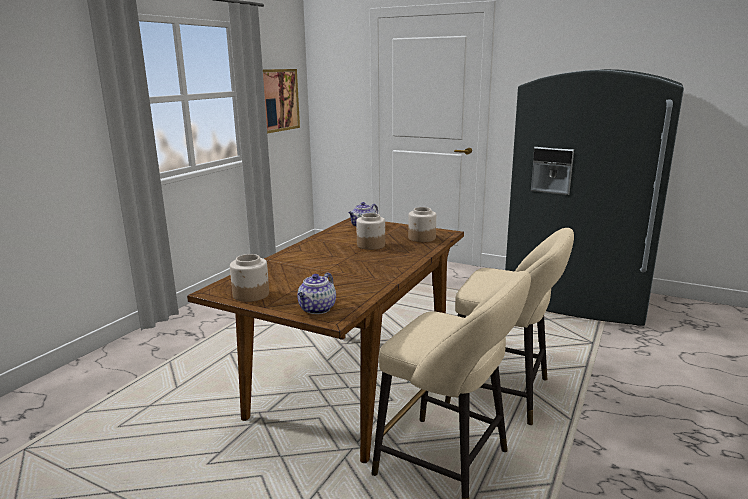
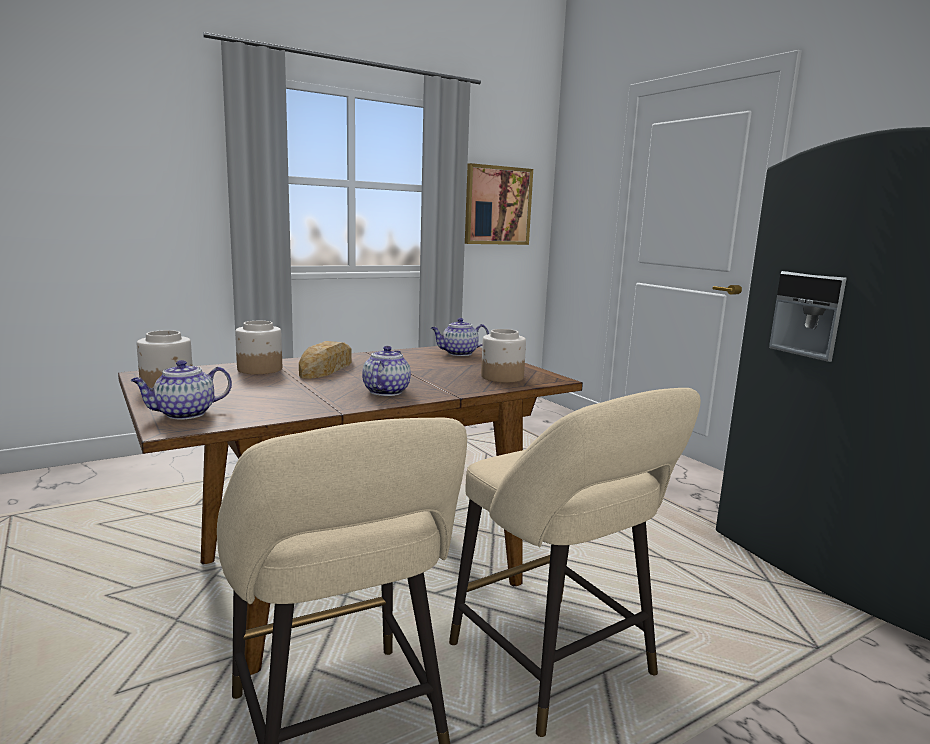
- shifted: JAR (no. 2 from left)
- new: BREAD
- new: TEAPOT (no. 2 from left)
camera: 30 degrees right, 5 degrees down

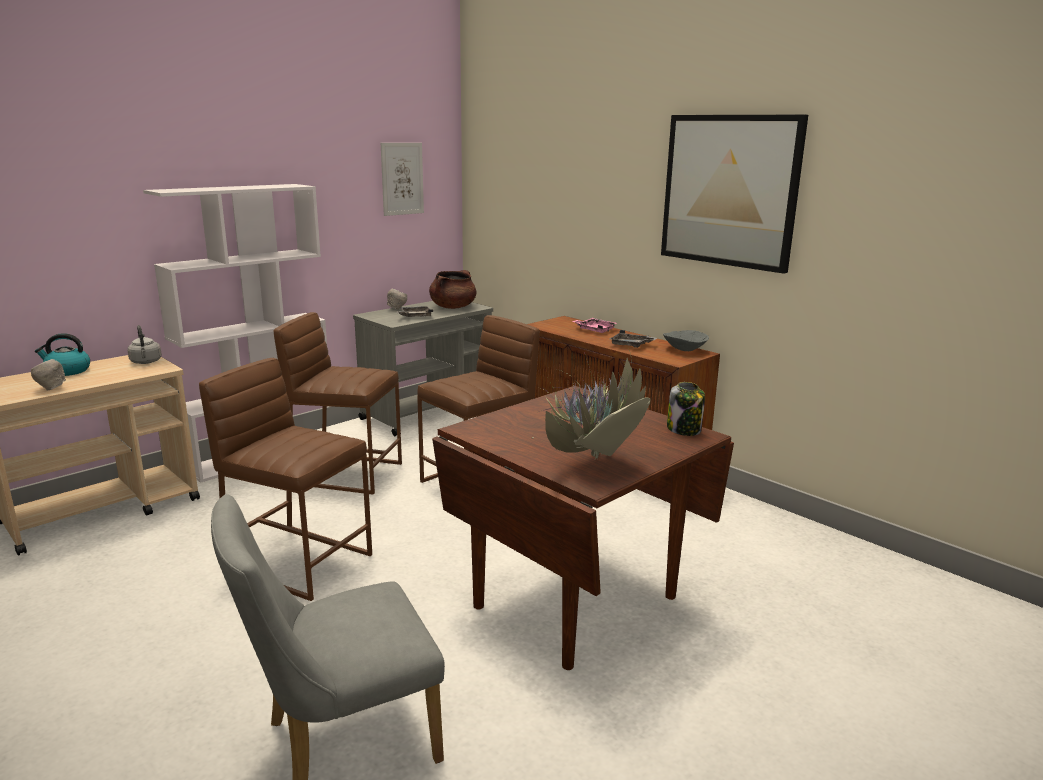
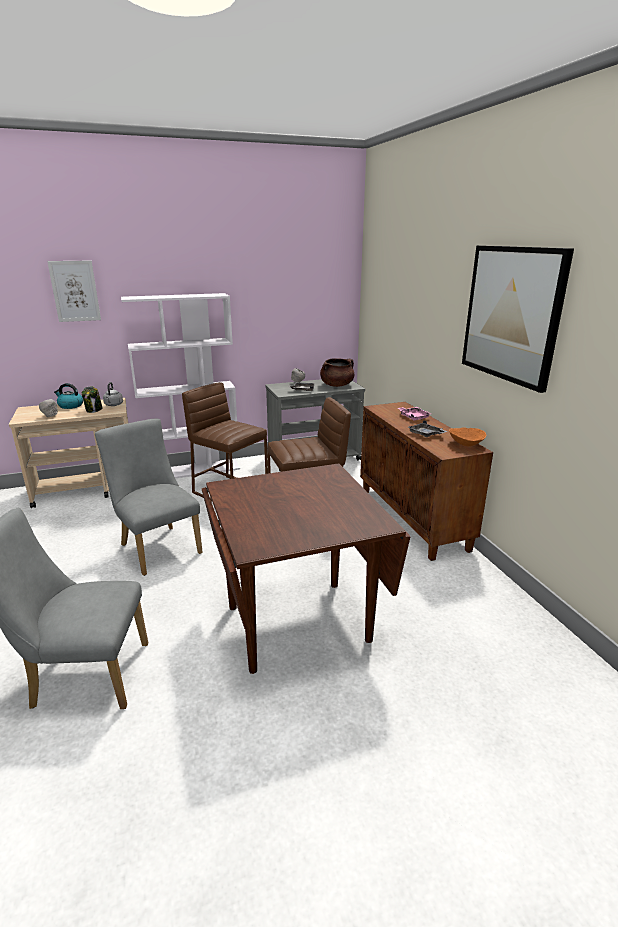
- shifted: PICTURE (no. 1 from left)
- shifted: JAR
- swapped: BROWN STOOL (no. 1 from left) to GREY CHAIR (no. 2 from left)
- repainted: GREY BOWL (no. 3 from left) to ORANGE BOWL
- gone: POTTED PLANT
camera: 25 degrees right, 5 degrees up

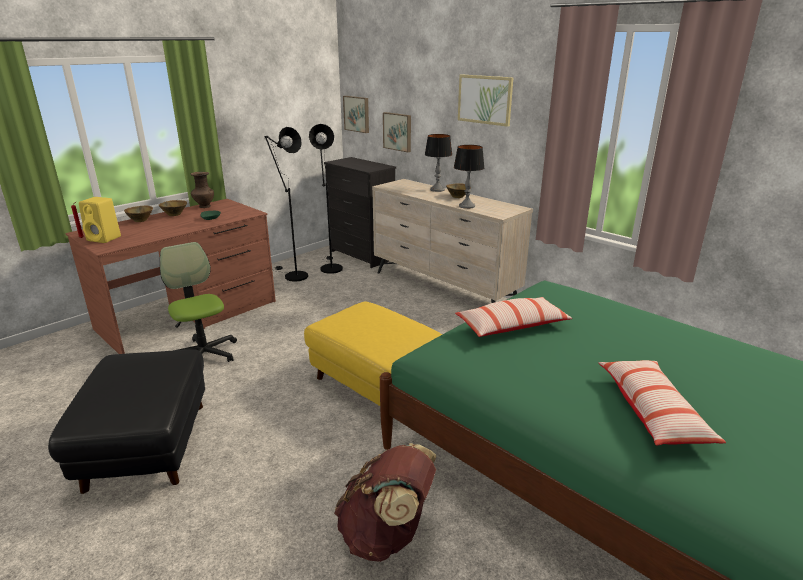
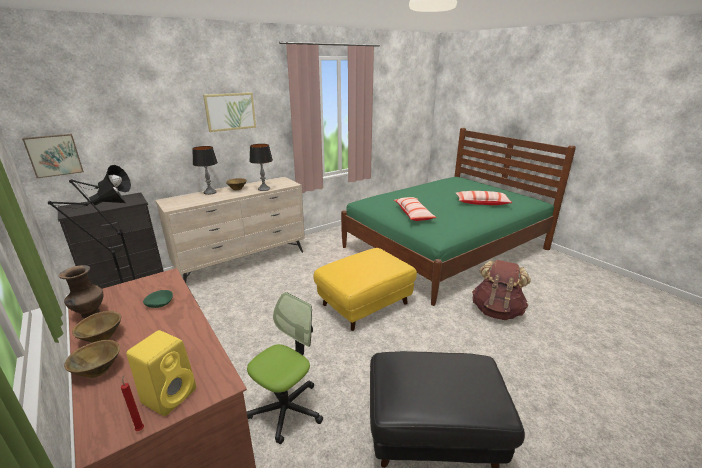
- rotated: OFFICE CHAIR 150 degrees clockwise
- gone: PICTURE (no. 2 from left)
camera: 80 degrees left, 0 degrees up

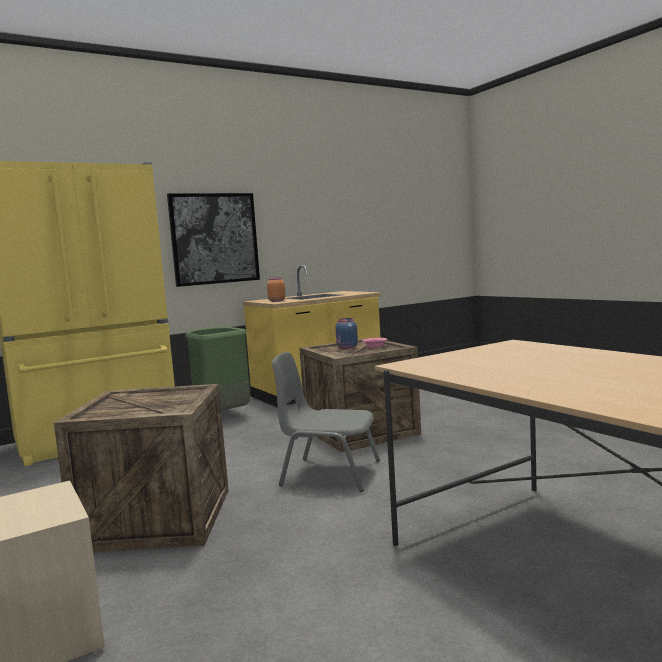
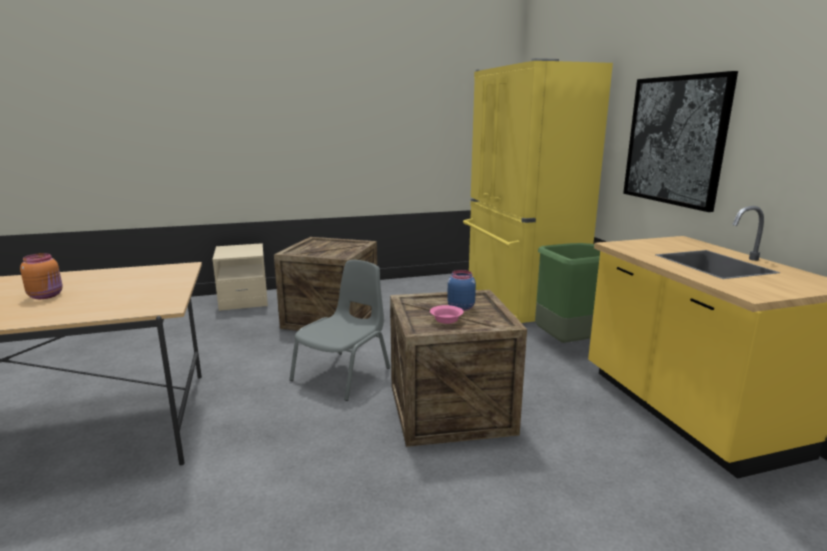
- shifted: ORANGE JAR
camera: 105 degrees right, 10 degrees up

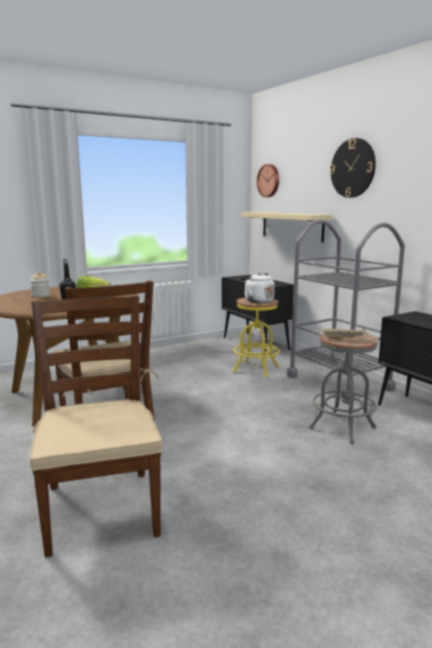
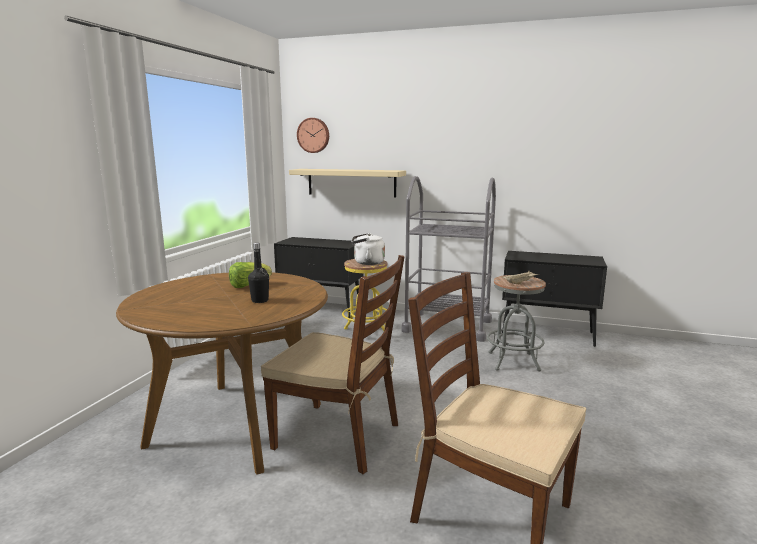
- gone: JAR
- gone: WALL CLOCK (no. 2 from left)
camera: 40 degrees left, 0 degrees up

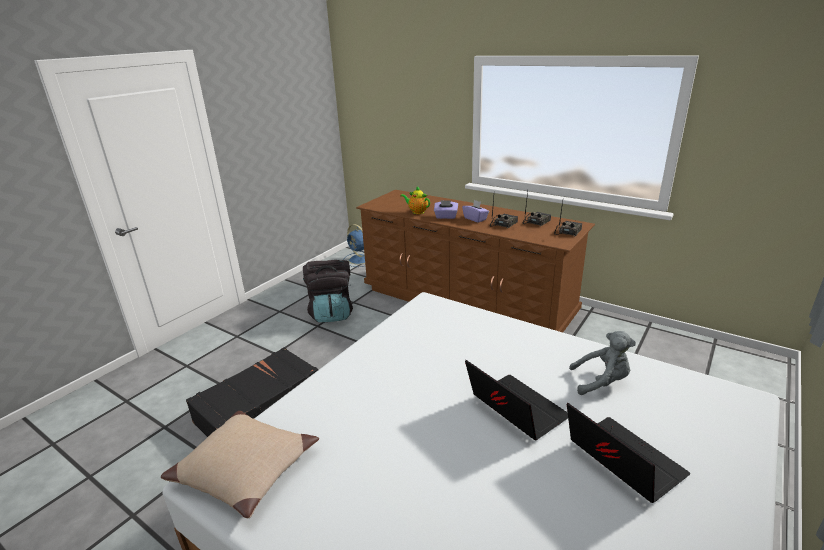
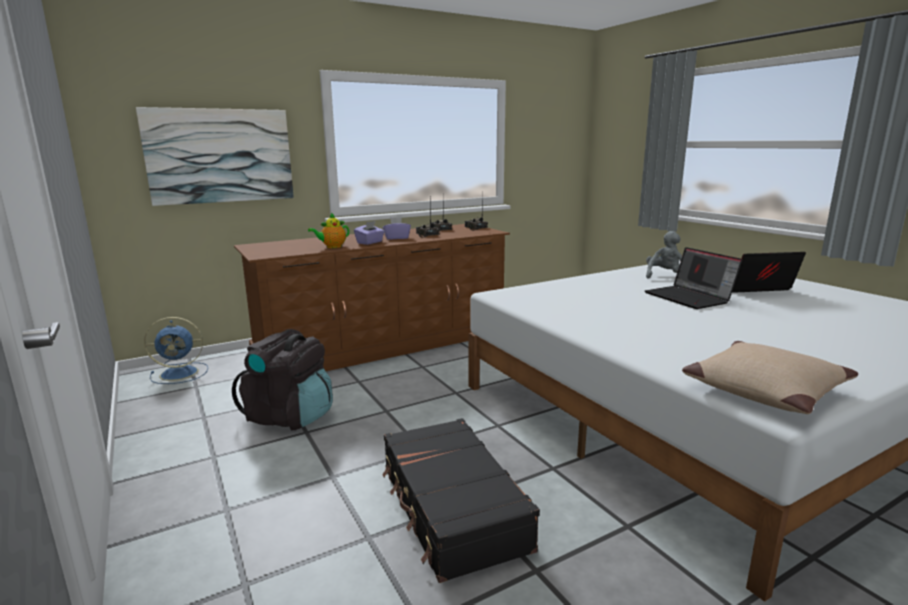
- new: PICTURE
- rotated: LAPTOP (no. 1 from left) 105 degrees counterclockwise
camera: 65 degrees left, 10 degrees down

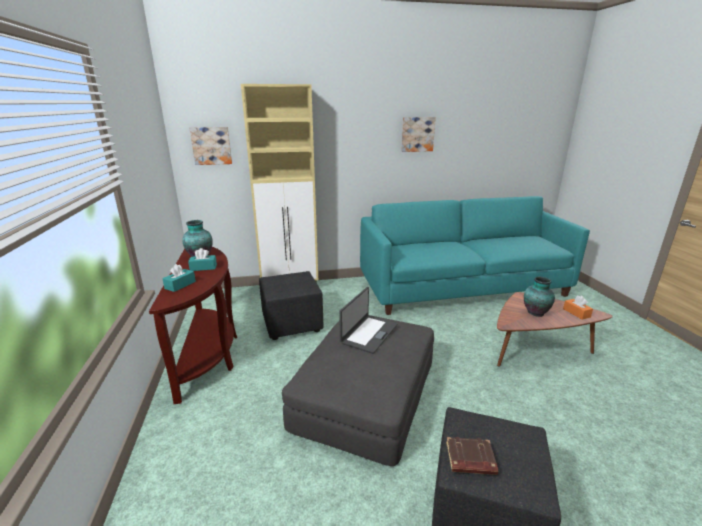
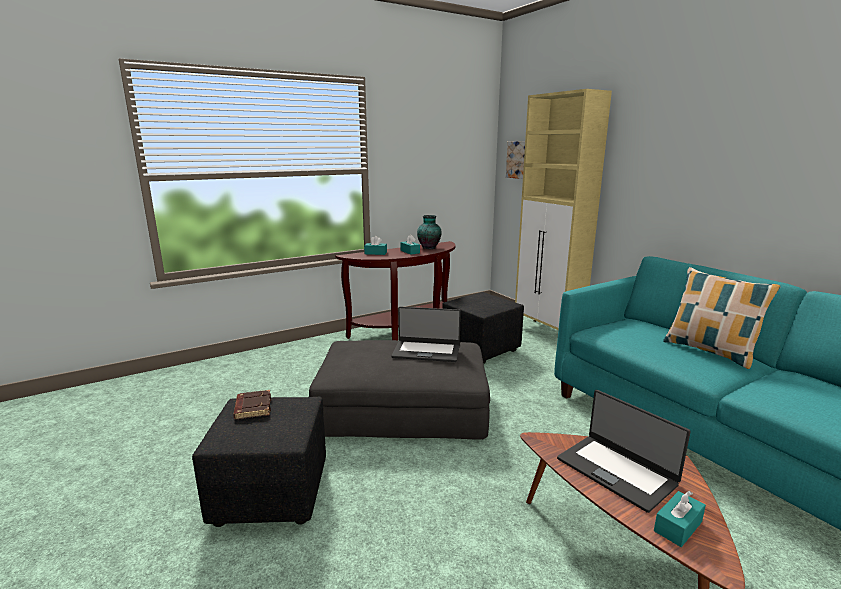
- swapped: VASE (no. 2 from left) to LAPTOP (no. 2 from left)
- repainted: ORANGE TISSUE BOX to TURQUOISE TISSUE BOX (no. 3 from left)
- new: PILLOW
- gone: PICTURE (no. 2 from left)
camera: 70 degrees right, 5 degrees down

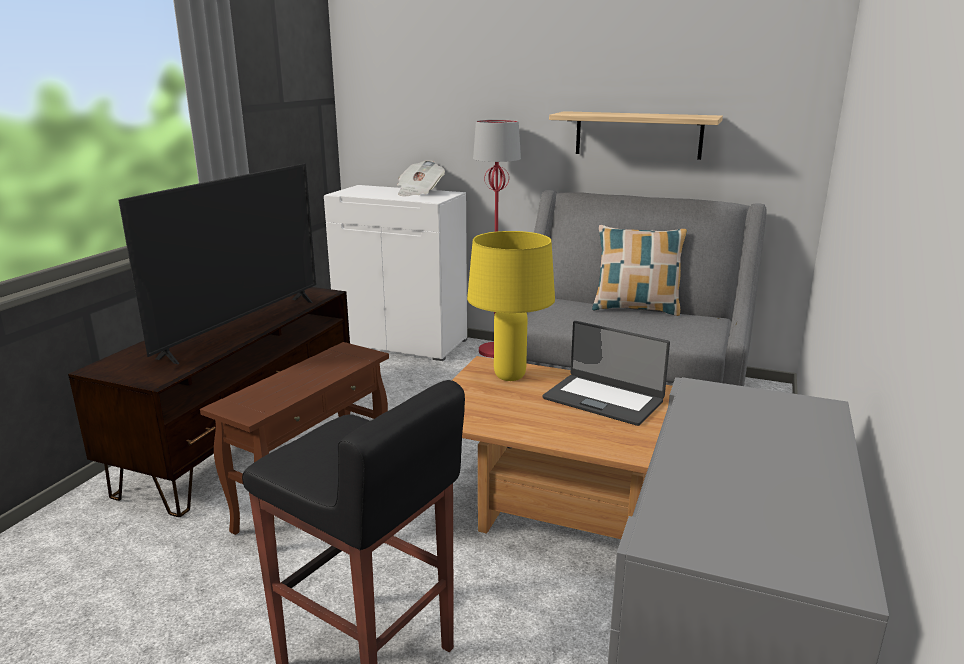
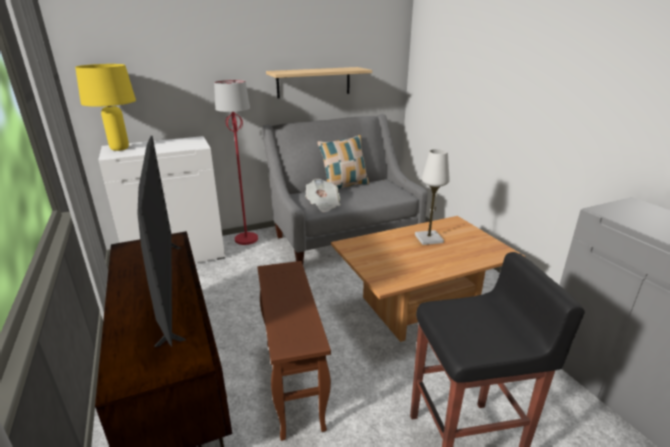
- shifted: YELLOW TABLE LAMP
- shifted: NEWSPAPER
- swapped: LAPTOP to WHITE TABLE LAMP
camera: 45 degrees left, 5 degrees up

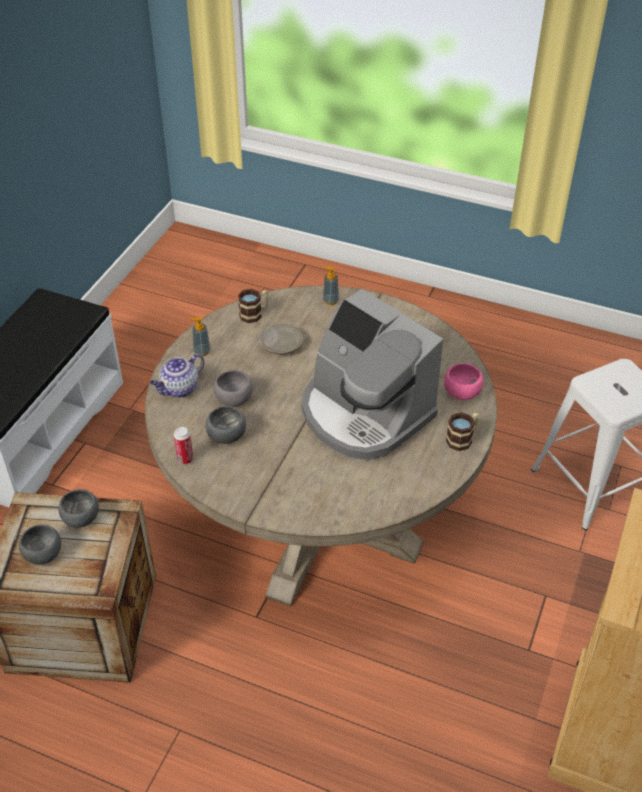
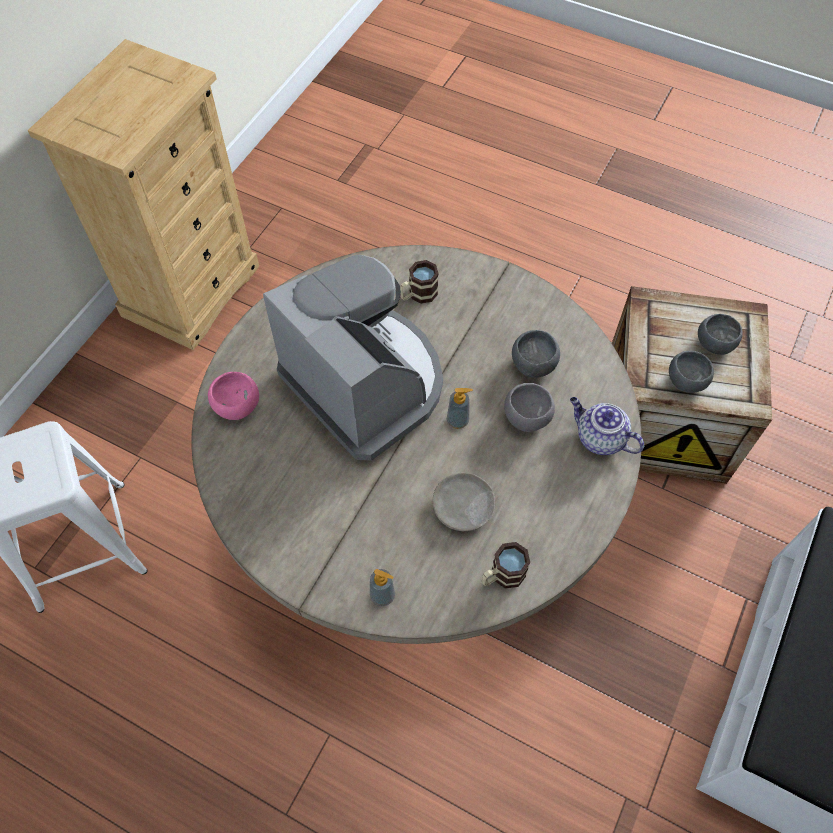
- shifted: MUG (no. 2 from left in the first image) to MUG (no. 1 from left)
- shifted: SOAP DISPENSER (no. 1 from left in the first image) to SOAP DISPENSER (no. 2 from left)
- rotated: TEAPOT 105 degrees counterclockwise
- gone: CAN
camera: 175 degrees left, 15 degrees up

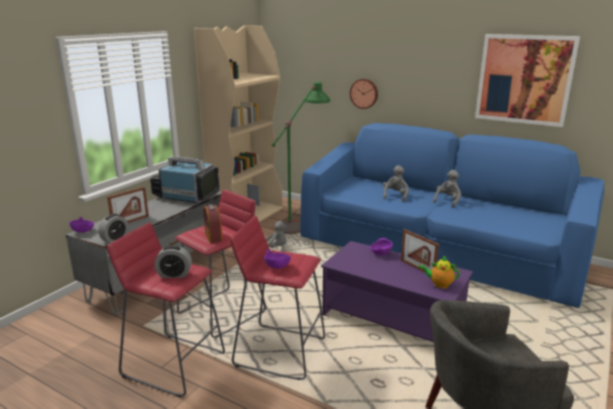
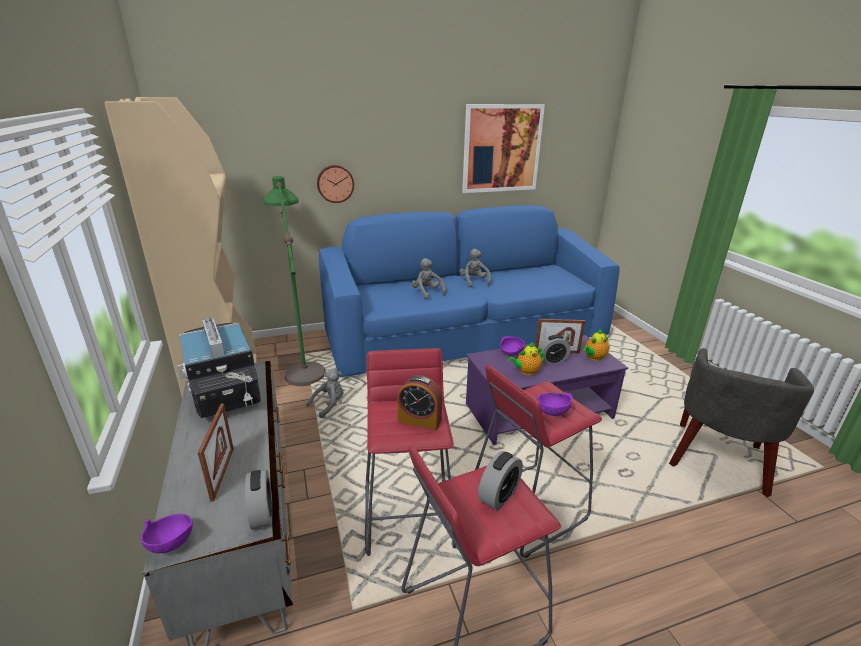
- rotated: TELEVISION 90 degrees counterclockwise
- new: TEAPOT (no. 1 from left)
- new: ALARM CLOCK (no. 4 from left)
camera: 50 degrees left, 5 degrees up

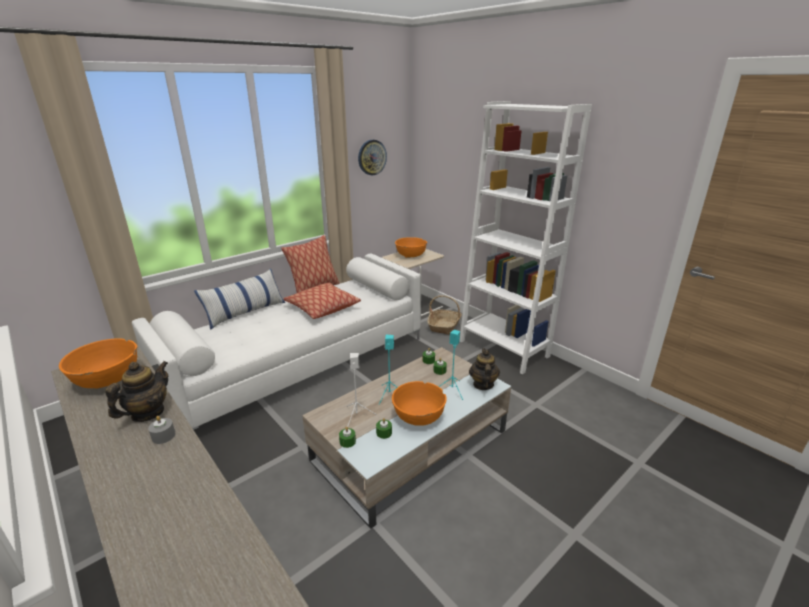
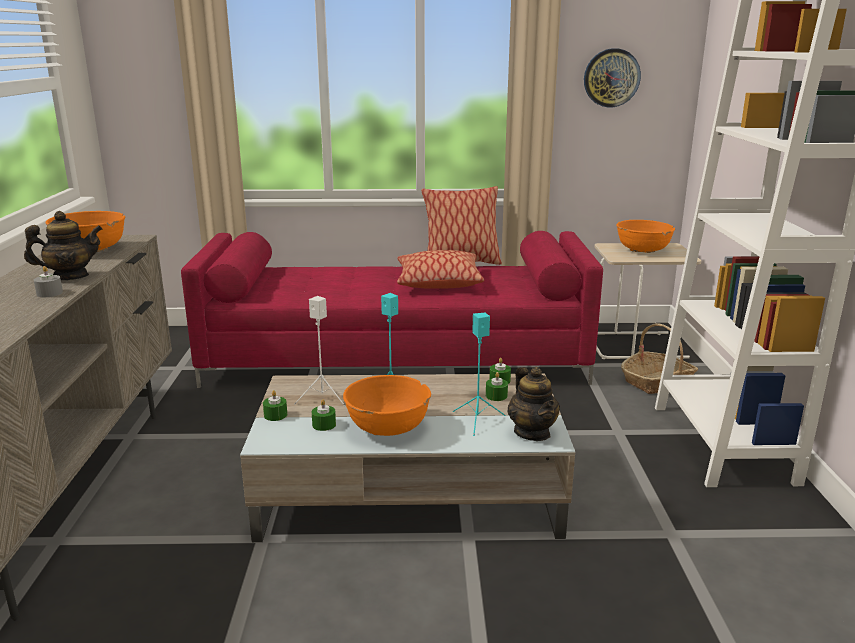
- repainted: WHITE SOFA to RED SOFA
- rotated: TEAPOT (no. 2 from left) 120 degrees clockwise
- gone: PILLOW (no. 1 from left)
camera: 40 degrees right, 5 degrees down

